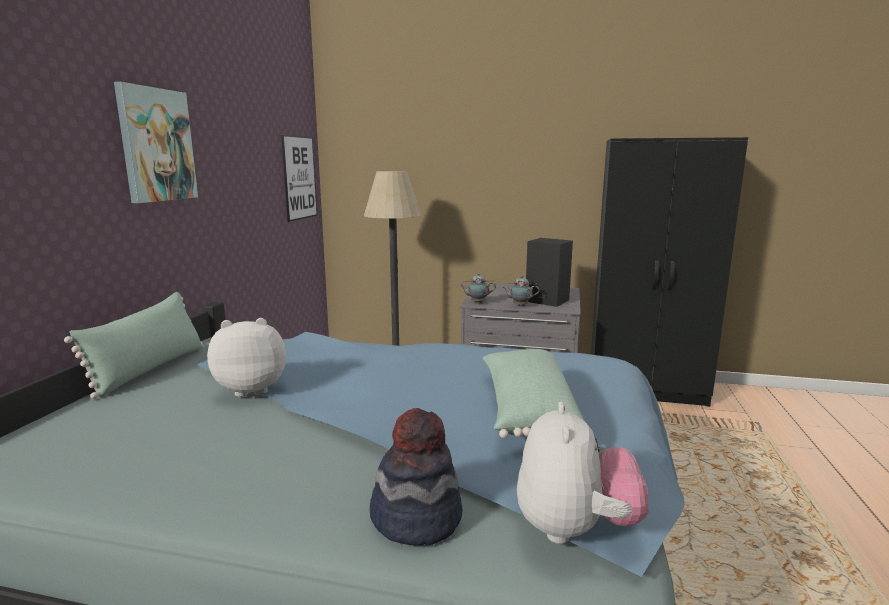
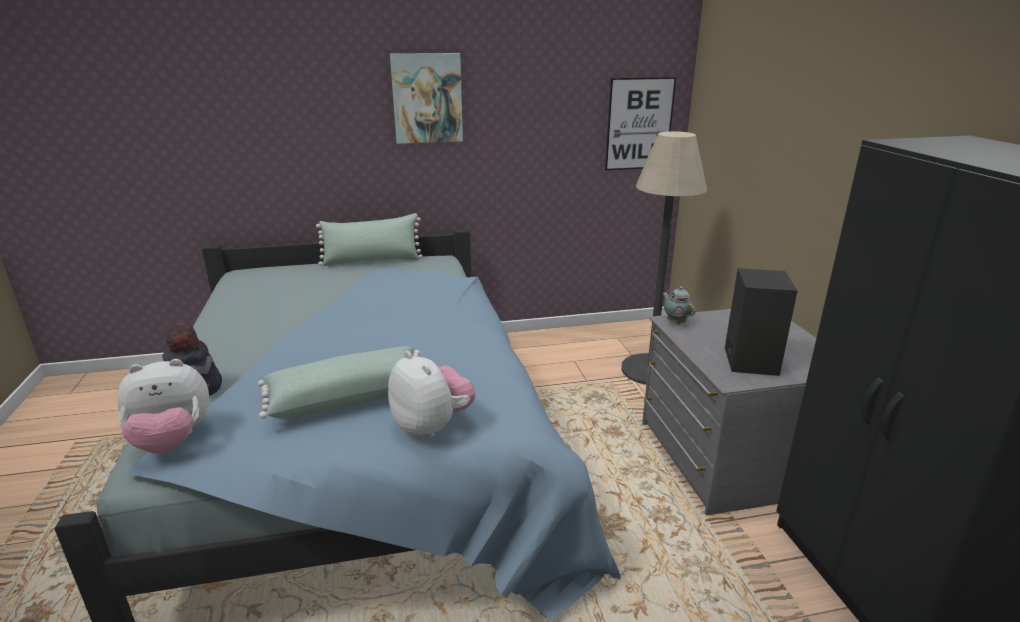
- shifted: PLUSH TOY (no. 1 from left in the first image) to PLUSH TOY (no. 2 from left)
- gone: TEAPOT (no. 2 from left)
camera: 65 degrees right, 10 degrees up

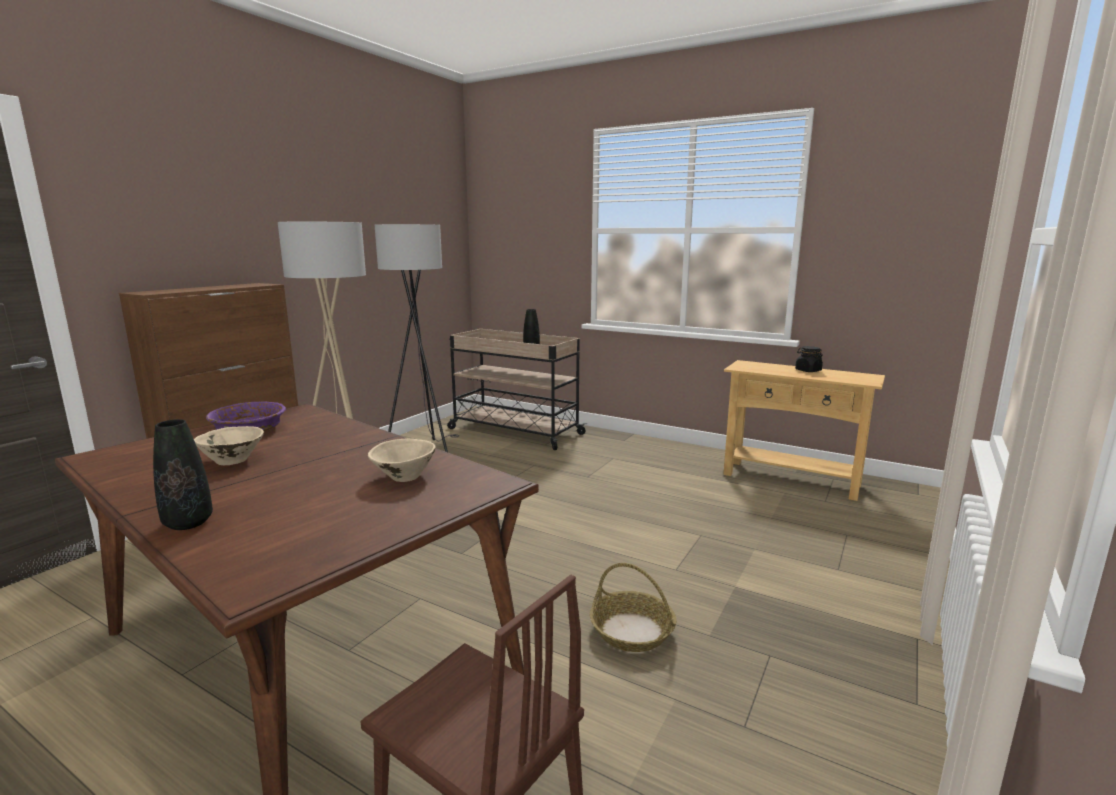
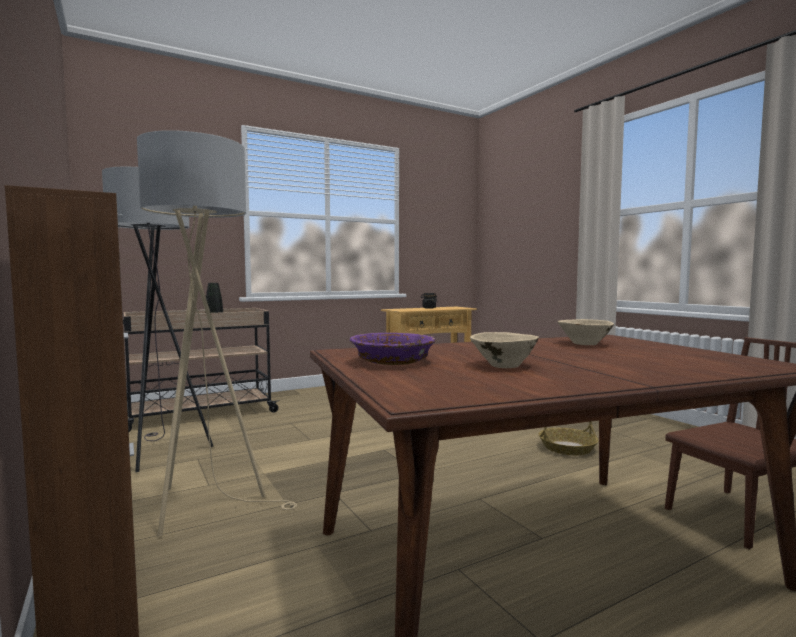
- gone: BLACK VASE (no. 1 from left)
camera: 60 degrees left, 10 degrees down

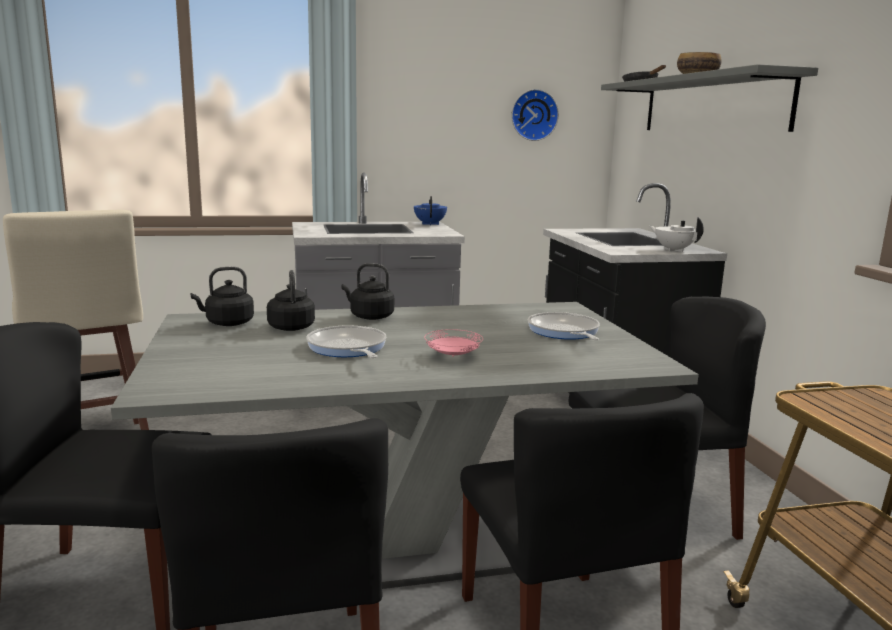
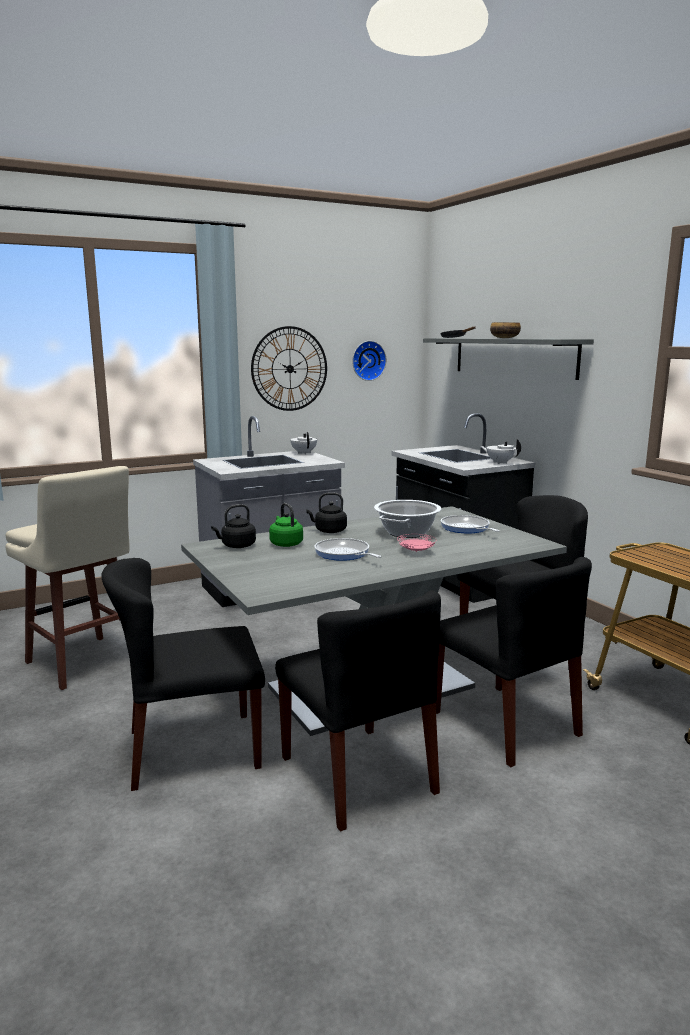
- new: WALL CLOCK (no. 1 from left)
- repainted: BLACK KETTLE (no. 2 from left) to GREEN KETTLE
- repainted: BLUE TEAPOT to WHITE TEAPOT (no. 1 from left)
- new: COOKING POT
camera: 15 degrees left, 0 degrees up

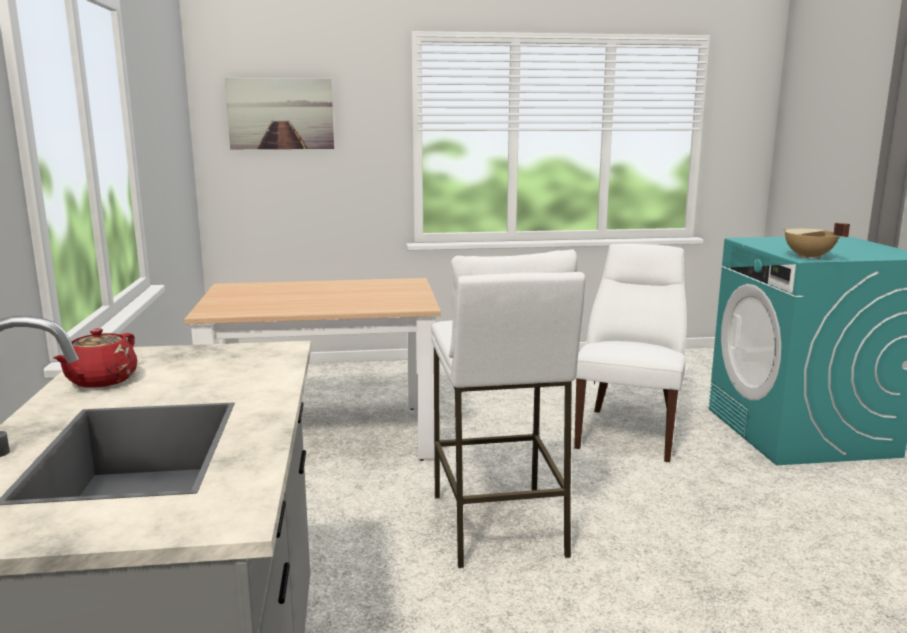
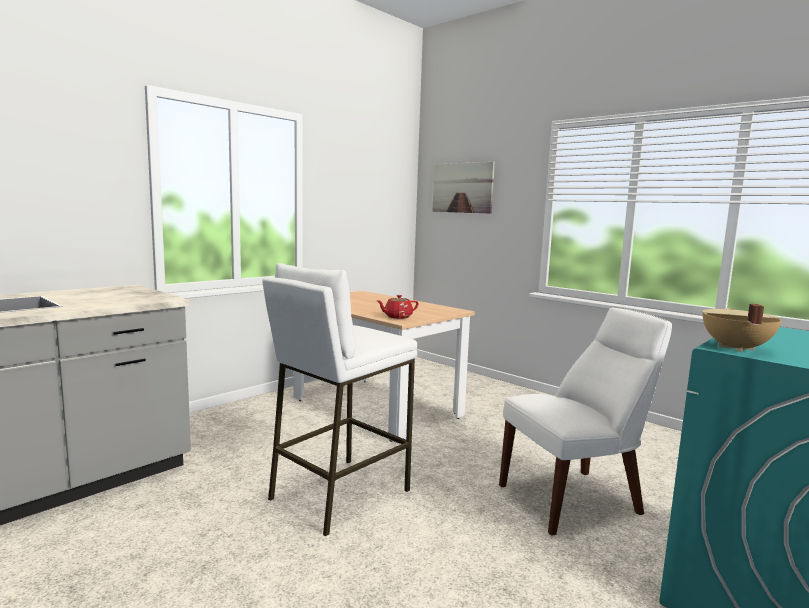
- shifted: RED TEAPOT
camera: 50 degrees right, 5 degrees down

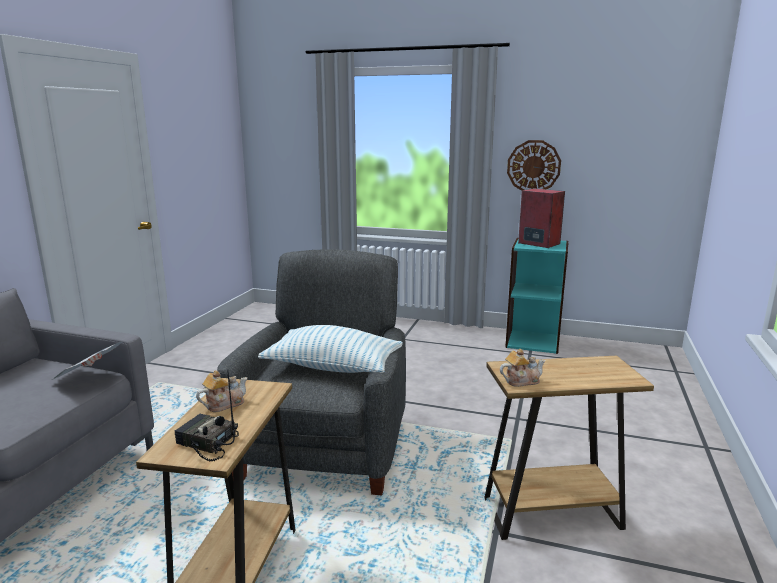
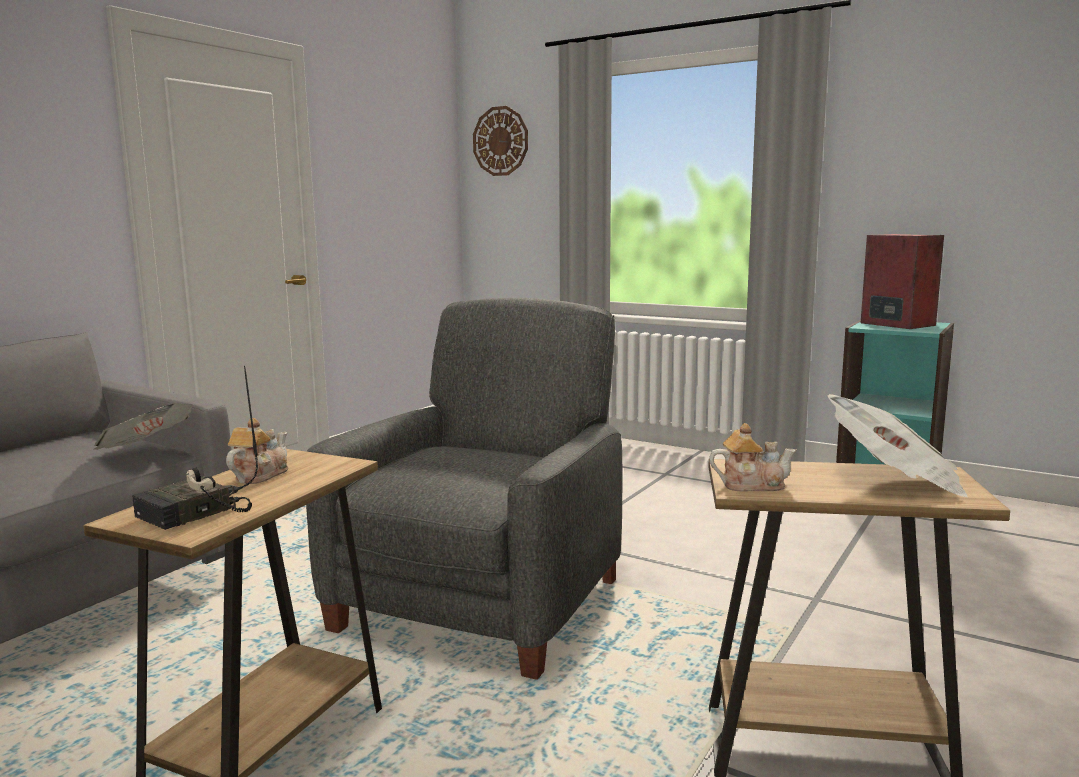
- rotated: RADIO 90 degrees counterclockwise
- rotated: TEAPOT (no. 1 from left) 45 degrees counterclockwise
- shifted: WALL CLOCK
- new: NEWSPAPER (no. 2 from left)
- gone: PILLOW
camera: 15 degrees right, 5 degrees down

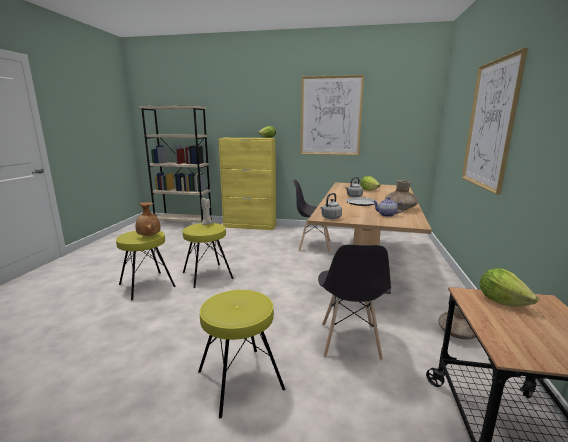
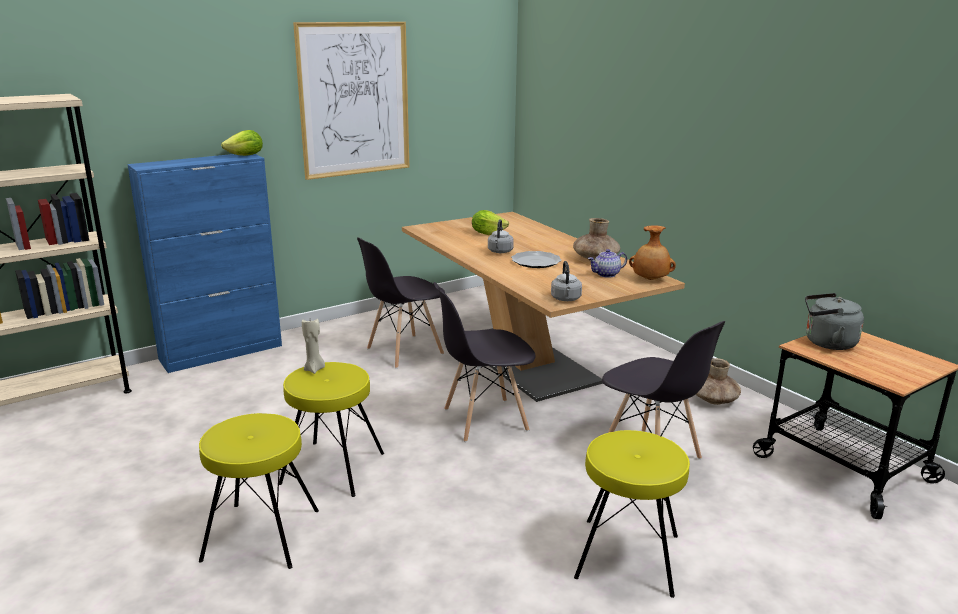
- repainted: YELLOW CABINET to BLUE CABINET
- new: GREY CHAIR (no. 2 from left)
- shifted: BROWN VASE (no. 1 from left in the first image) to BROWN VASE (no. 2 from left)
- swapped: LETTUCE (no. 3 from left) to GREY KETTLE (no. 3 from left)
- gone: PICTURE (no. 2 from left)
camera: 45 degrees left, 5 degrees up

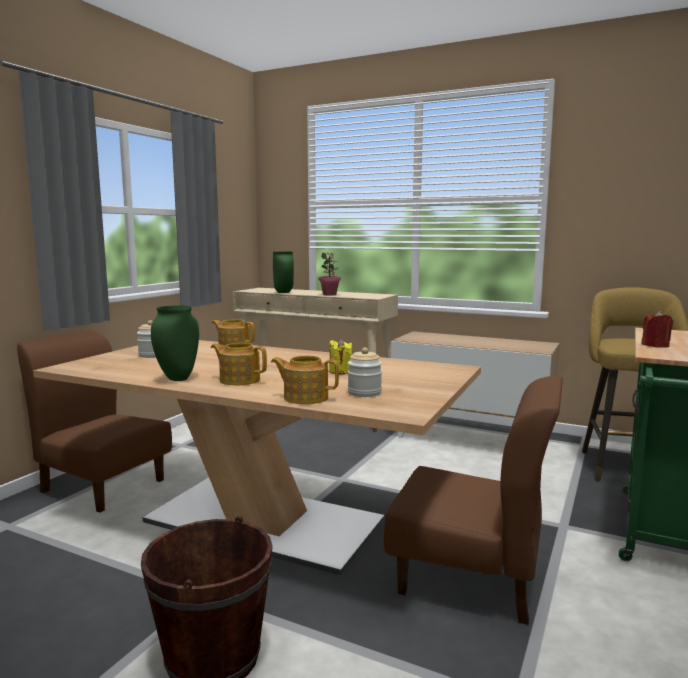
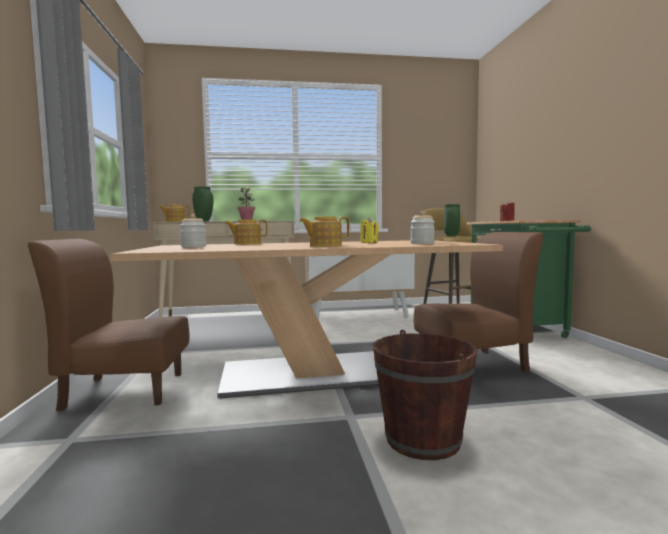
- shifted: TEAPOT (no. 3 from left in the first image) to TEAPOT (no. 1 from left)
- shifted: GREEN VASE (no. 1 from left in the first image) to GREEN VASE (no. 2 from left)
camera: 35 degrees left, 5 degrees down

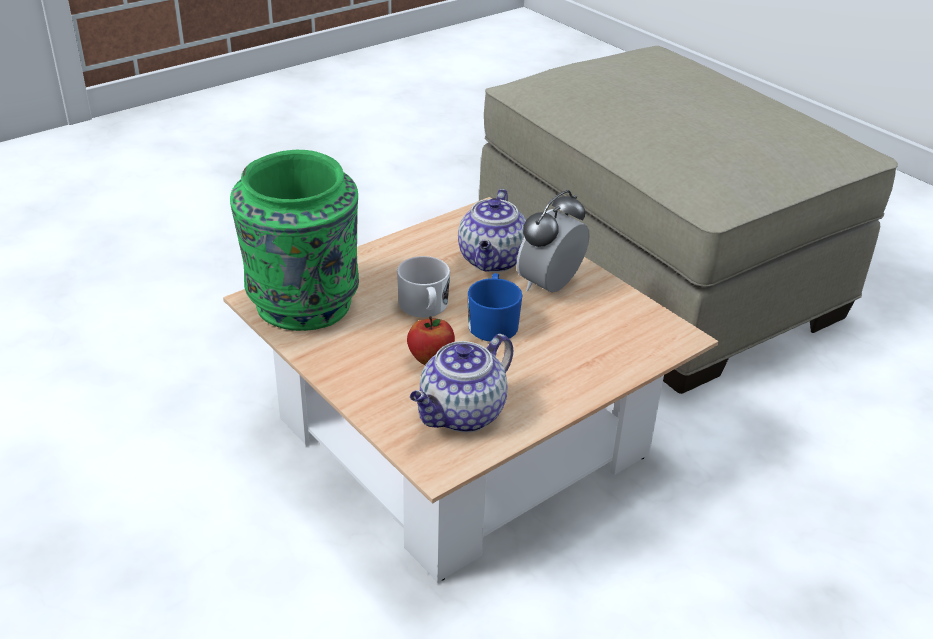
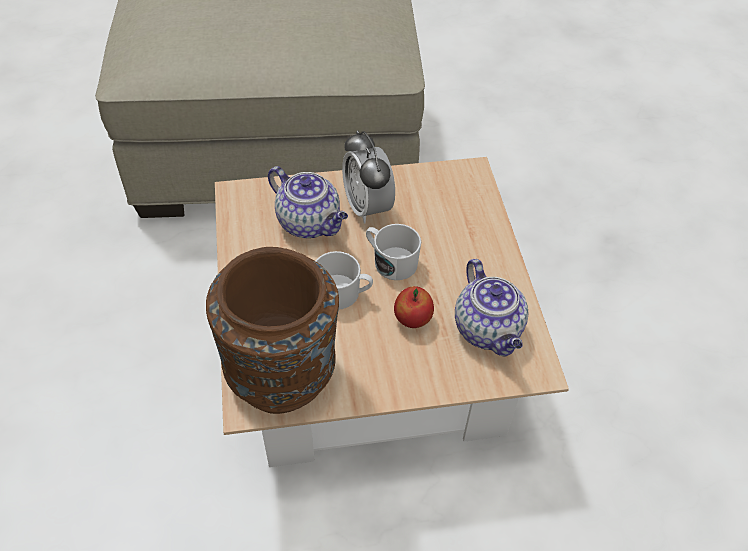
- repainted: GREEN VASE to BROWN VASE
- repainted: BLUE MUG to WHITE MUG (no. 2 from left)
camera: 60 degrees left, 15 degrees up

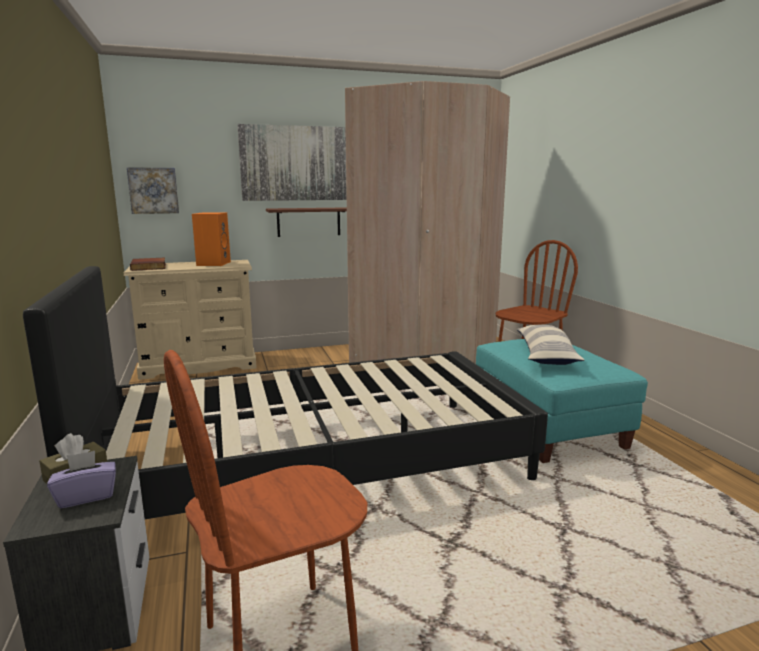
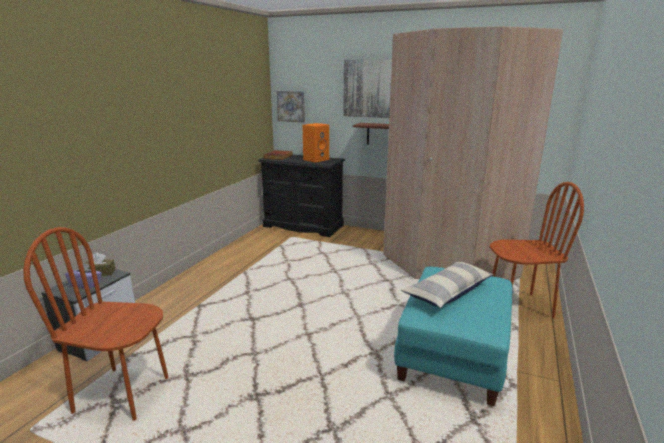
- repainted: BEIGE DRESSER to BLACK DRESSER
- gone: BLACK BED
camera: 40 degrees right, 5 degrees up

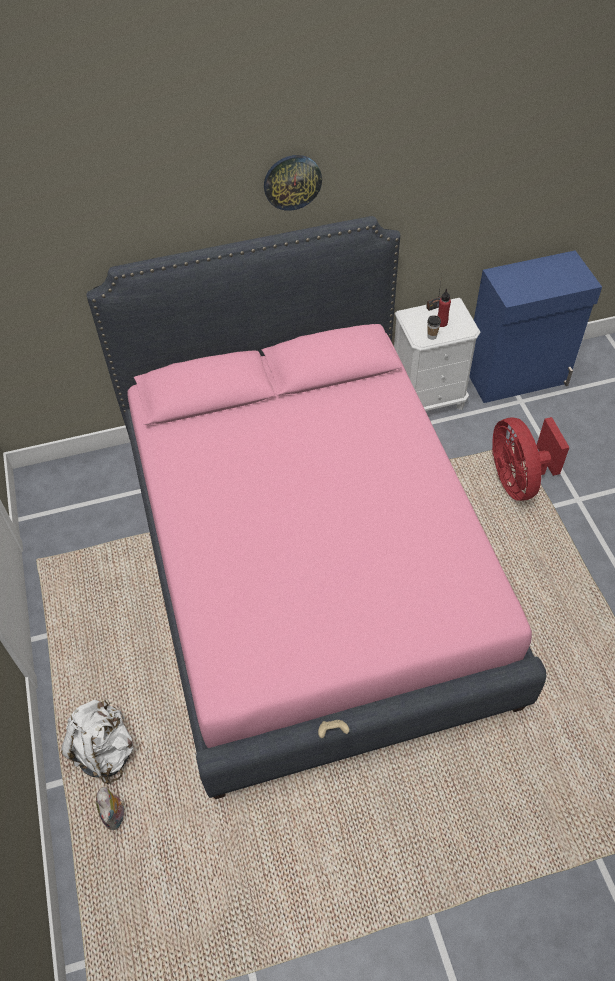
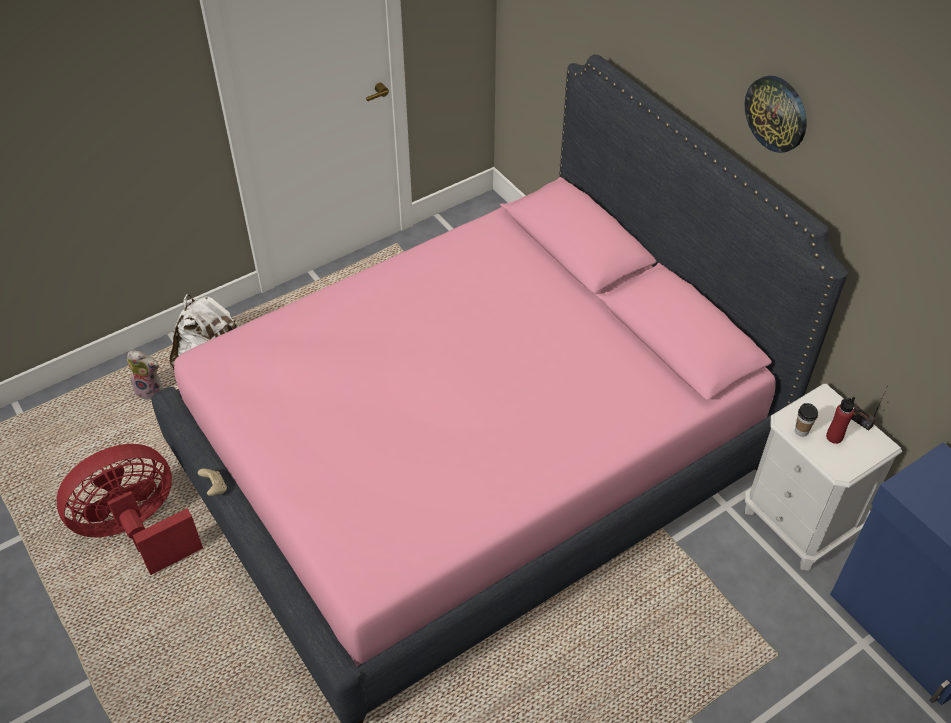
- shifted: RED FAN
- rotated: PLUSH TOY 135 degrees counterclockwise
camera: 70 degrees right, 5 degrees down

